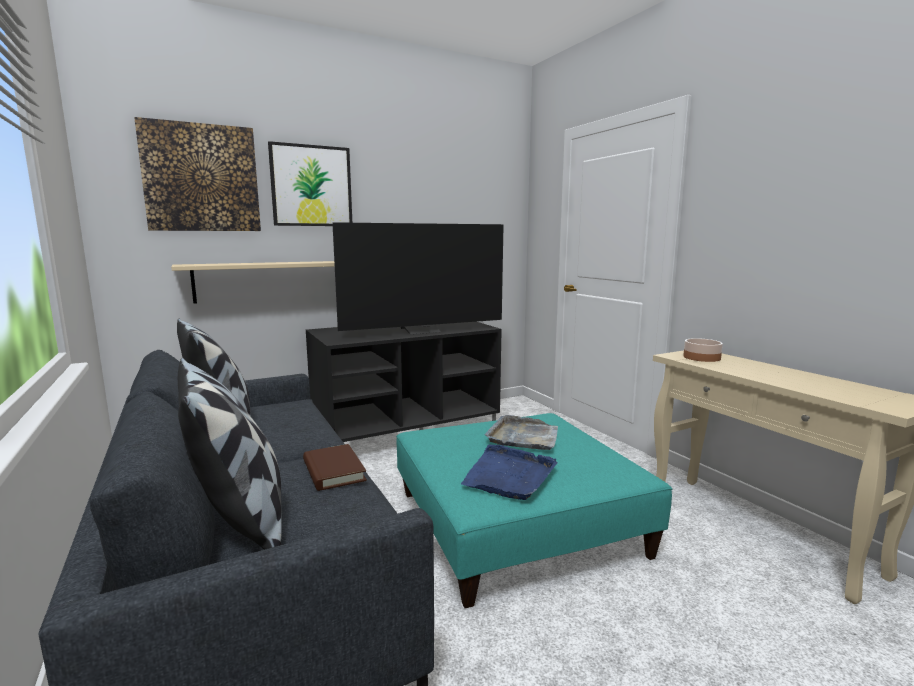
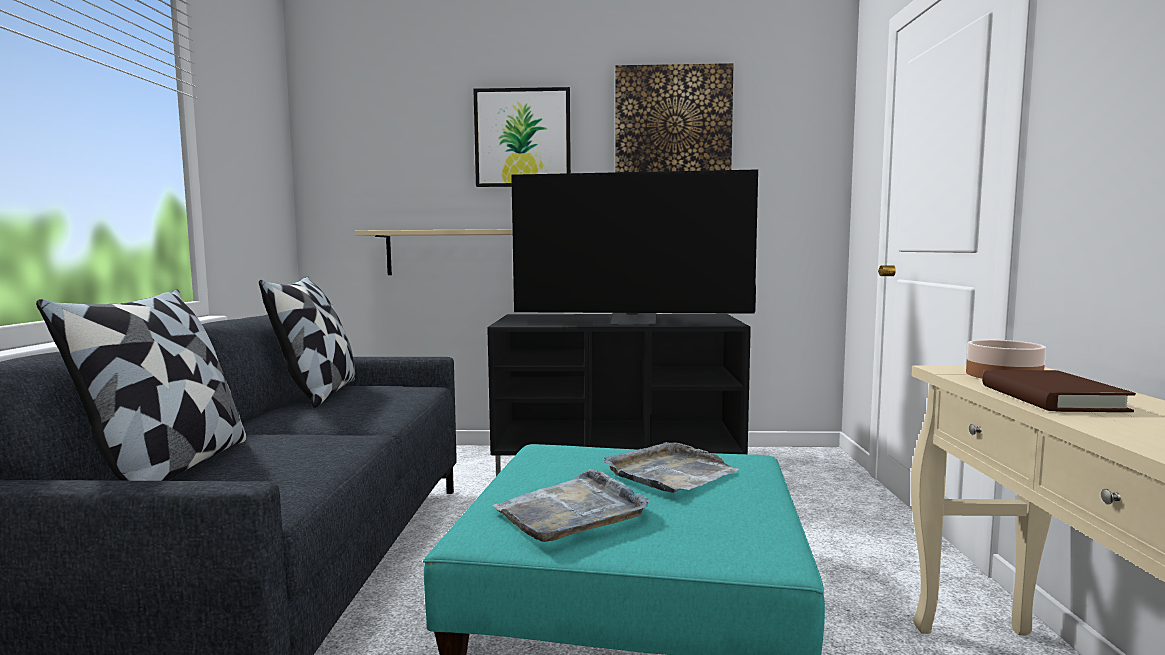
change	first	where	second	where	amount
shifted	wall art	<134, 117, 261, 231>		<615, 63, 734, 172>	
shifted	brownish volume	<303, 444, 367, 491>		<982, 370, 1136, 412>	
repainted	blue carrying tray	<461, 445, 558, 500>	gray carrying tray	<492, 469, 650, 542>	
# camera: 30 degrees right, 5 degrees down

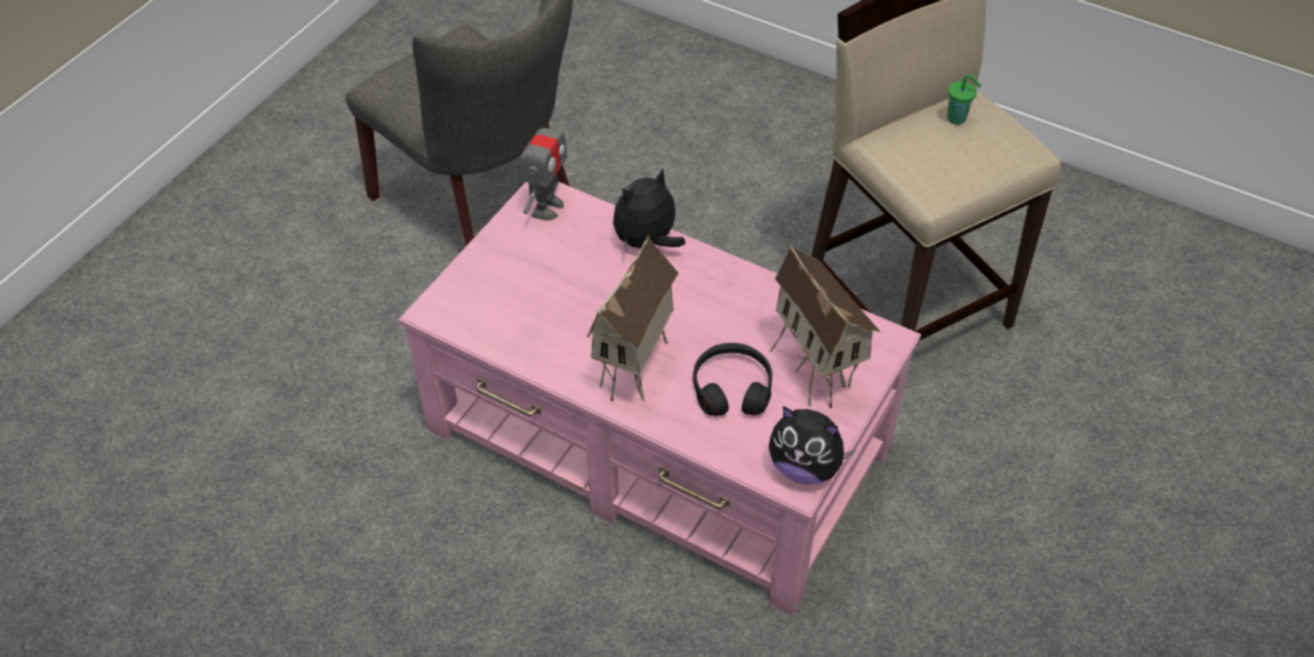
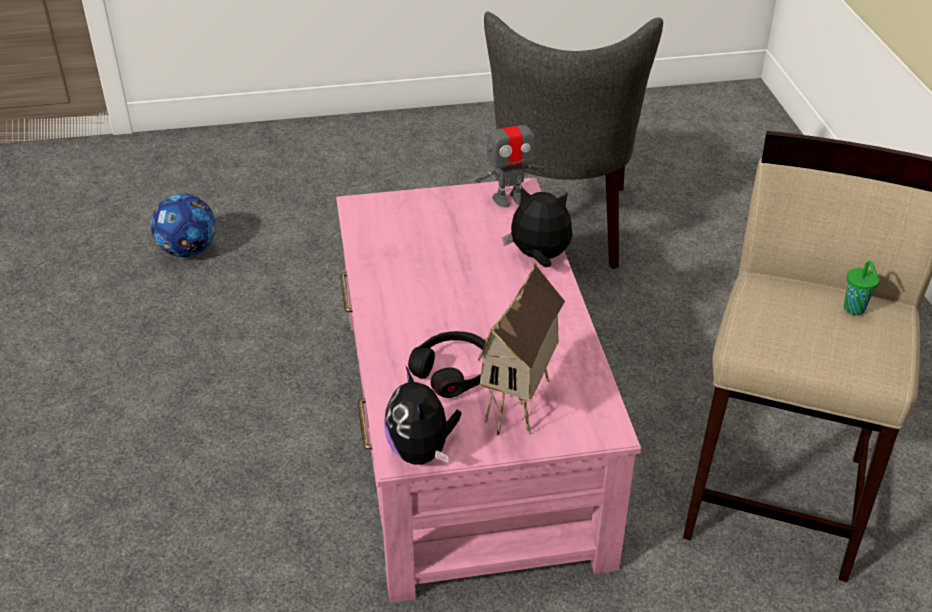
change	first	where	second	where	amount
gone	miniature house	<587, 235, 679, 402>			
new			ball for football	<151, 194, 216, 257>	
# camera: 50 degrees right, 10 degrees down

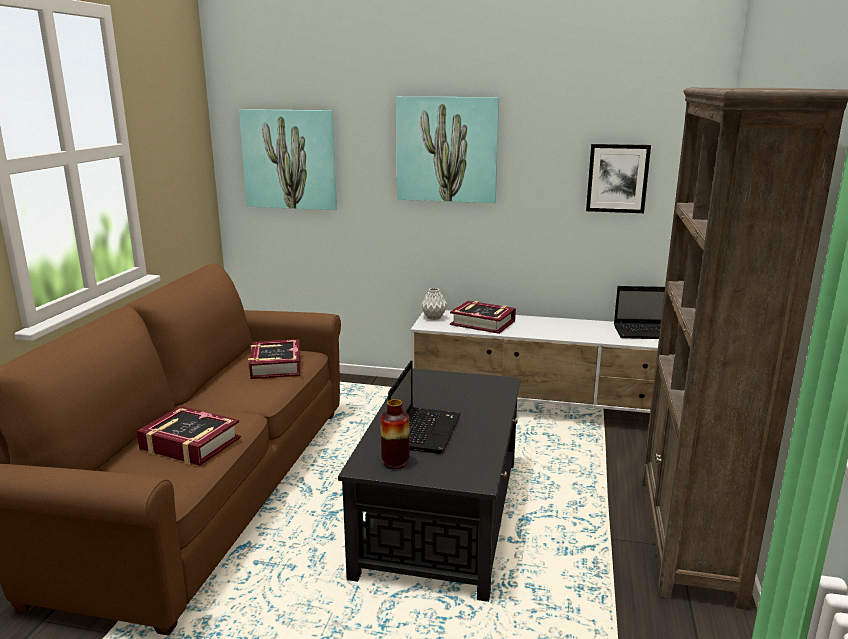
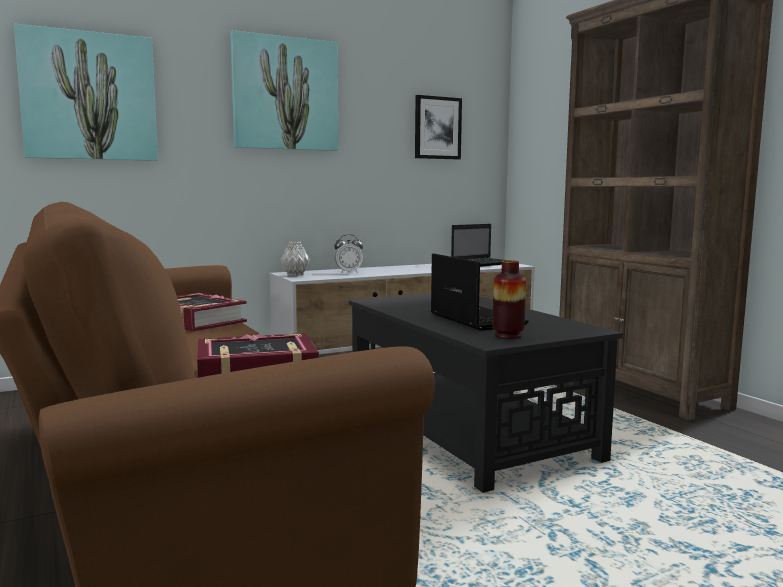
change	first	where	second	where	amount
swapped	volume	<450, 301, 516, 334>	alarm clock	<334, 234, 363, 273>	
# camera: 40 degrees left, 10 degrees down

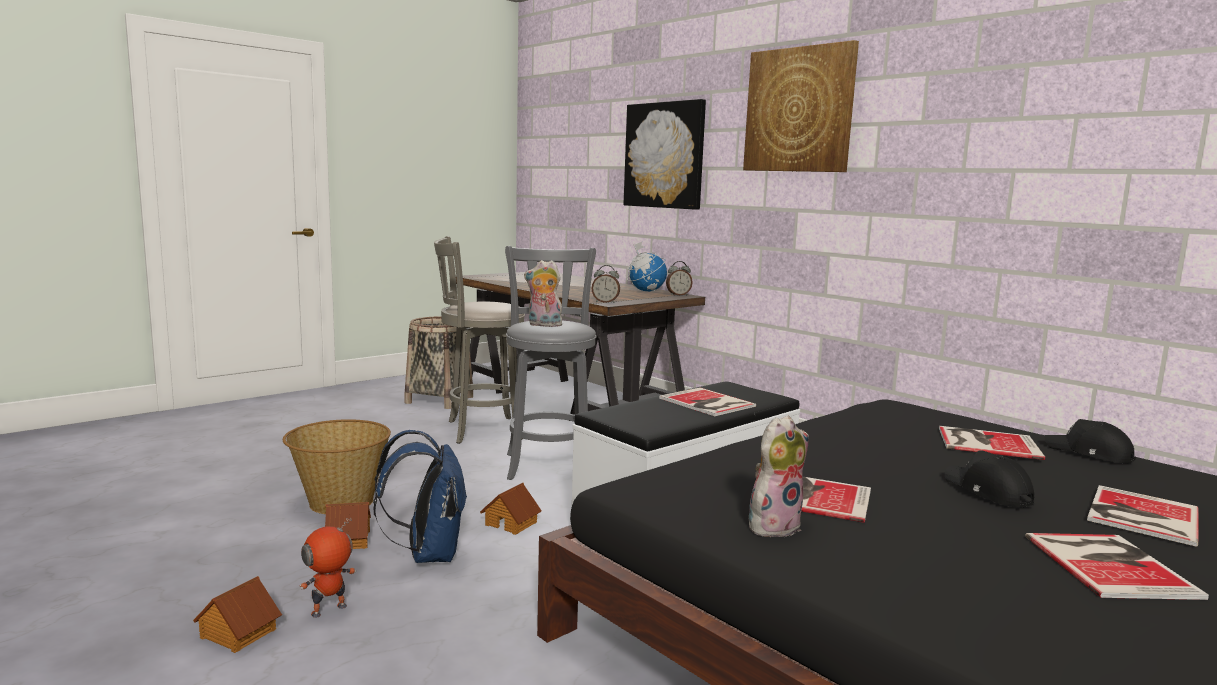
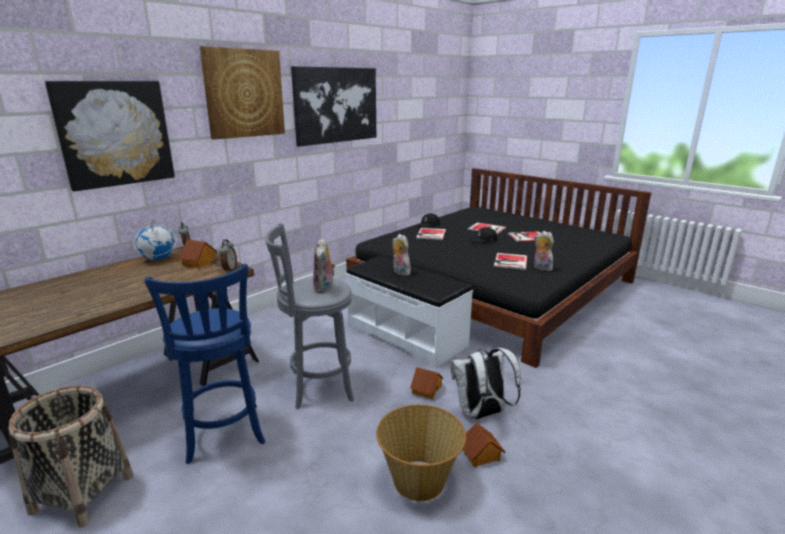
change	first	where	second	where	amount
gone	robot figure	<300, 518, 356, 618>			
new			wall art	<291, 66, 376, 147>	
shifted	miniature house	<193, 576, 282, 653>		<179, 239, 218, 268>	
swapped	volume	<659, 388, 756, 416>	plush toy	<392, 234, 411, 276>	
repainted	blue backpack	<373, 430, 467, 563>	whitish backpack	<451, 348, 521, 420>	
repainted	gray stool	<434, 236, 525, 444>	blue stool	<145, 264, 265, 464>	
# camera: 95 degrees left, 10 degrees up

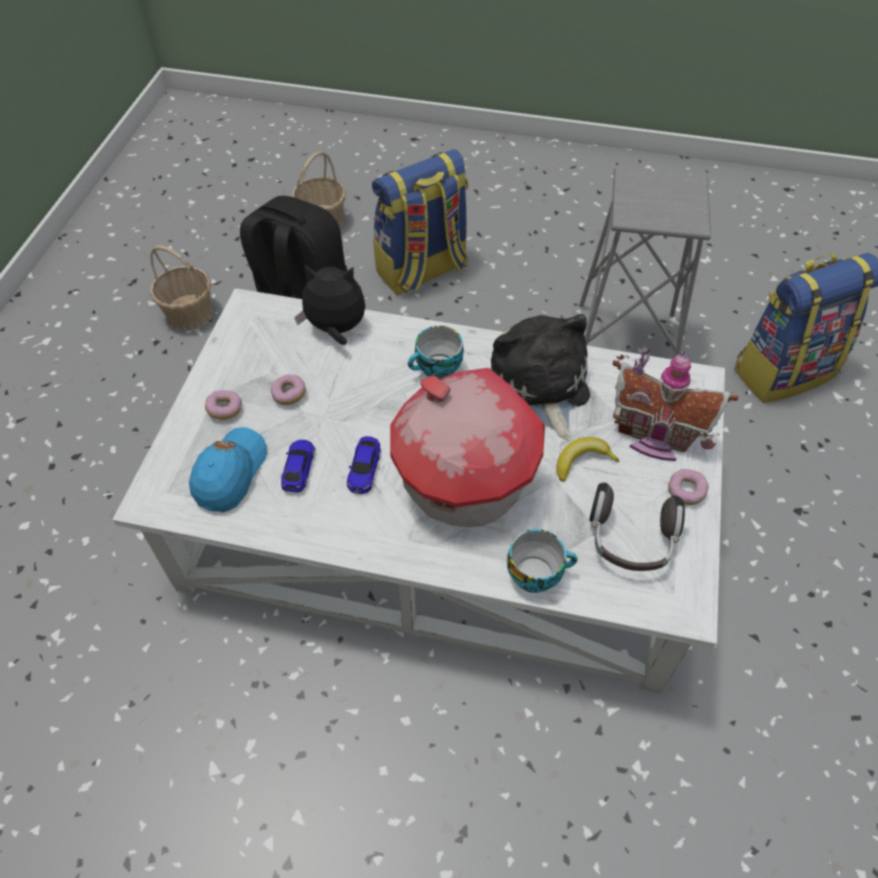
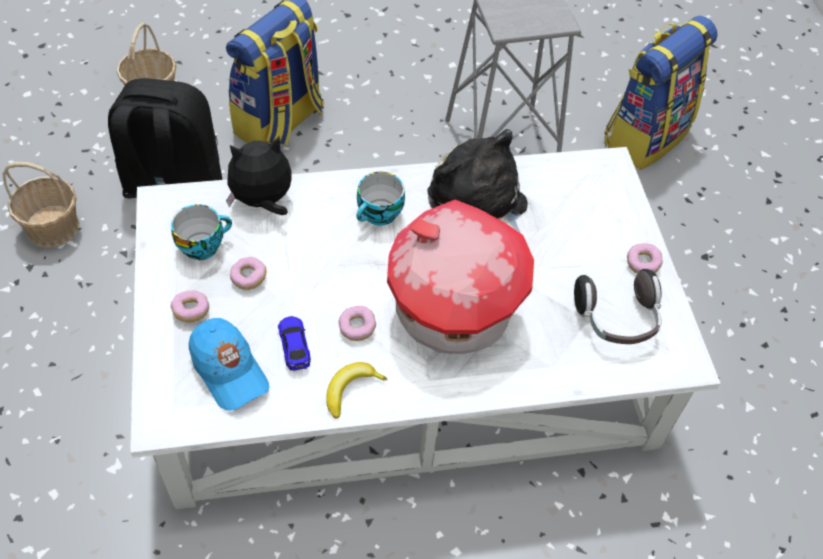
change	first	where	second	where	amount
gone	miniature house	<613, 346, 739, 461>			
shifted	drinking cup	<507, 529, 578, 593>		<171, 204, 232, 260>	
shifted	whole banana	<556, 437, 619, 481>		<326, 362, 387, 419>	
swapped	toy car	<347, 436, 381, 494>	ring doughnut	<339, 306, 376, 341>	
rotated	blue cap	<189, 427, 267, 513>		<189, 318, 269, 411>	150 degrees clockwise
# camera: 25 degrees left, 0 degrees up

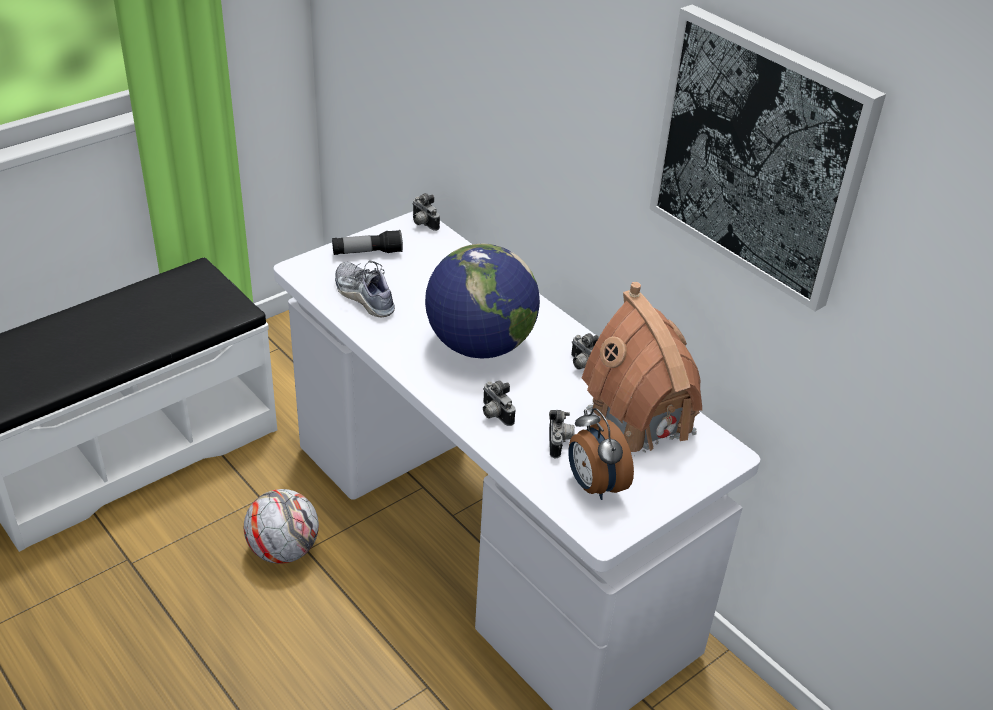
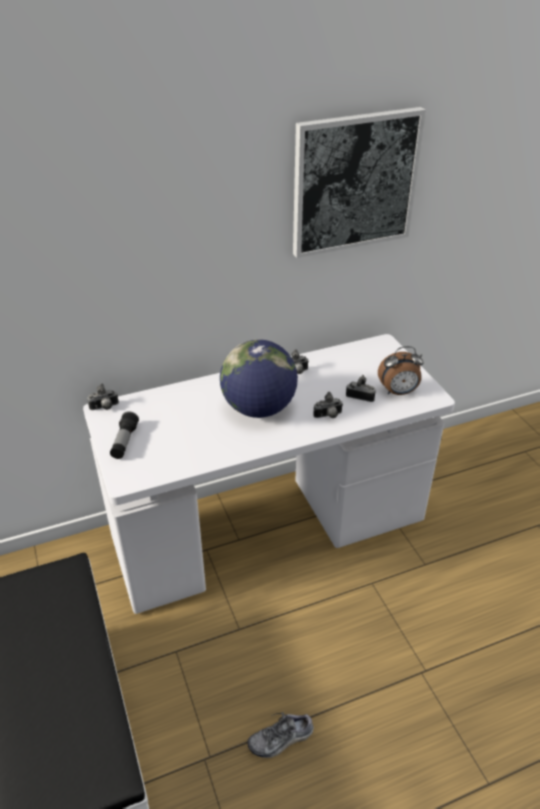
change	first	where	second	where	amount
gone	ball for football	<244, 489, 319, 564>			
gone	miniature house	<582, 282, 702, 456>			
shifted	item of footwear	<335, 261, 395, 317>		<247, 712, 314, 758>	
# camera: 70 degrees left, 0 degrees up

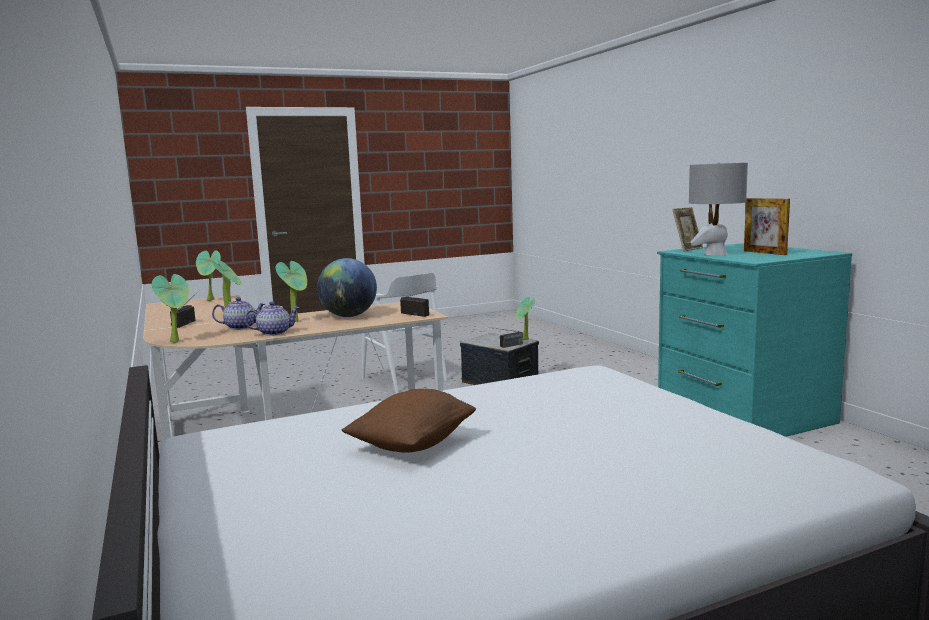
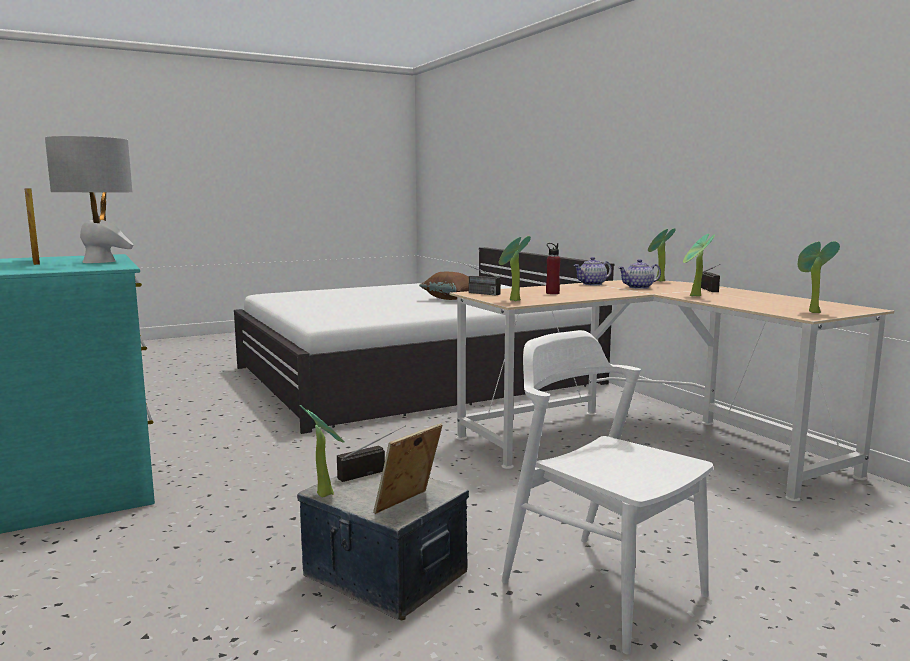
change	first	where	second	where	amount
shifted	plant in a pot	<276, 261, 307, 322>		<499, 236, 531, 301>	
shifted	photo frame	<672, 207, 703, 252>		<373, 423, 443, 514>	
swapped	world globe	<317, 258, 377, 317>	red bottle	<546, 243, 561, 294>	
# camera: 175 degrees right, 0 degrees up

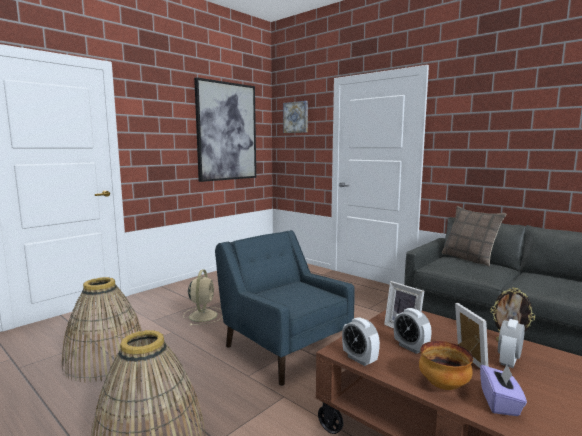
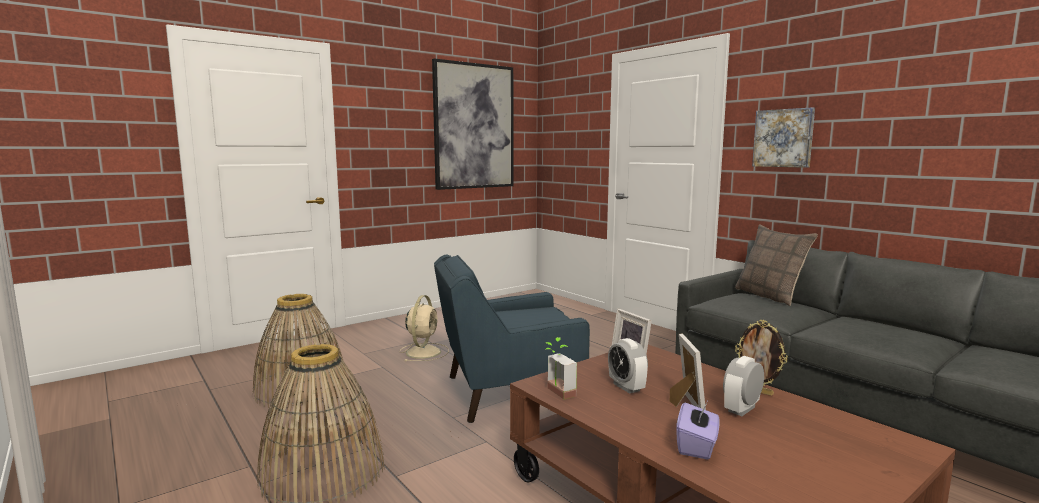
change	first	where	second	where	amount
gone	bowl	<419, 341, 473, 390>			
shifted	wall art	<283, 101, 308, 133>		<752, 107, 815, 168>	
swapped	alarm clock	<342, 317, 380, 366>	plant in a pot	<545, 337, 577, 400>	
rotated	blue easy chair	<215, 230, 355, 386>		<434, 255, 590, 423>	75 degrees counterclockwise
# camera: 10 degrees right, 0 degrees up

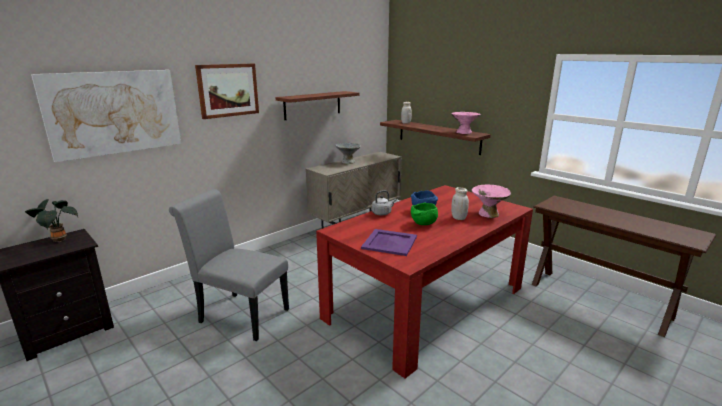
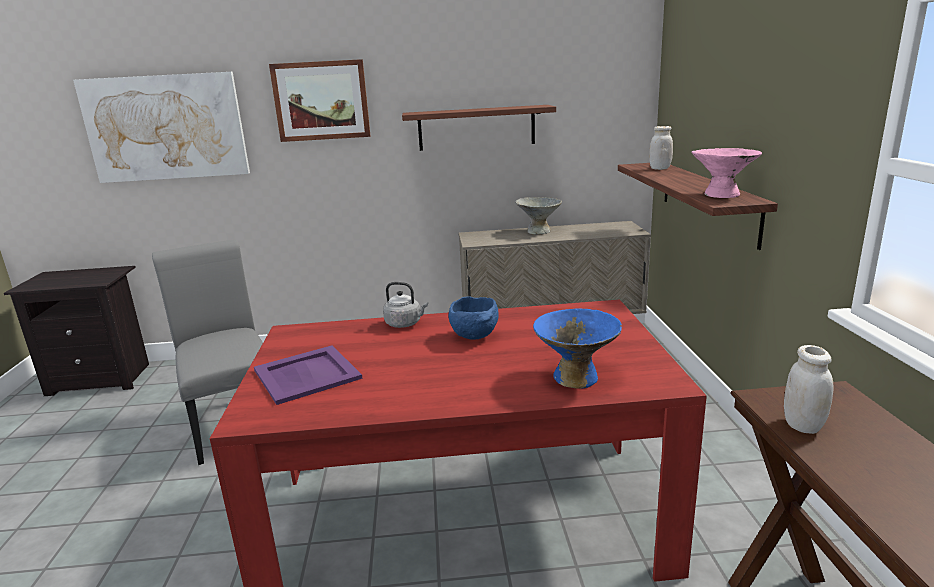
change	first	where	second	where	amount
gone	plant in a pot	<25, 199, 78, 242>			
gone	green bowl	<411, 203, 438, 225>			
shifted	whitish jar	<451, 187, 469, 220>		<784, 345, 833, 434>	
repainted	pink bowl	<472, 184, 511, 218>	blue bowl	<533, 308, 622, 389>	
# camera: 40 degrees right, 0 degrees up

